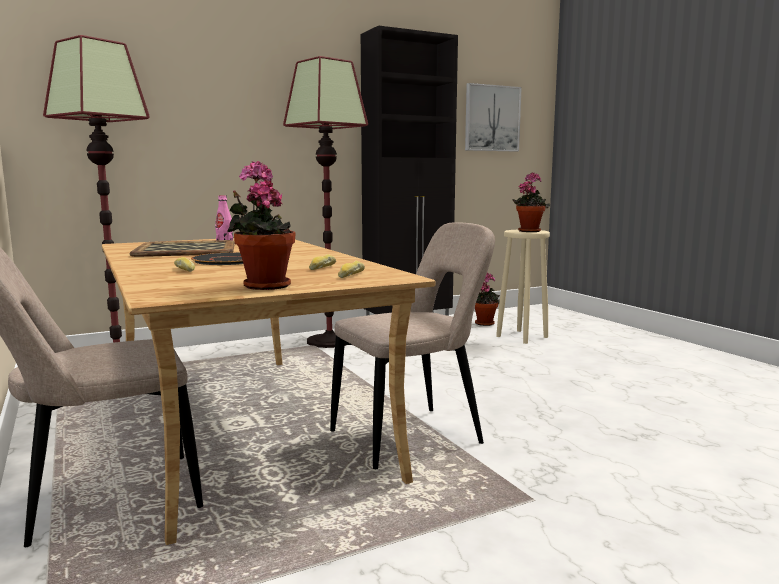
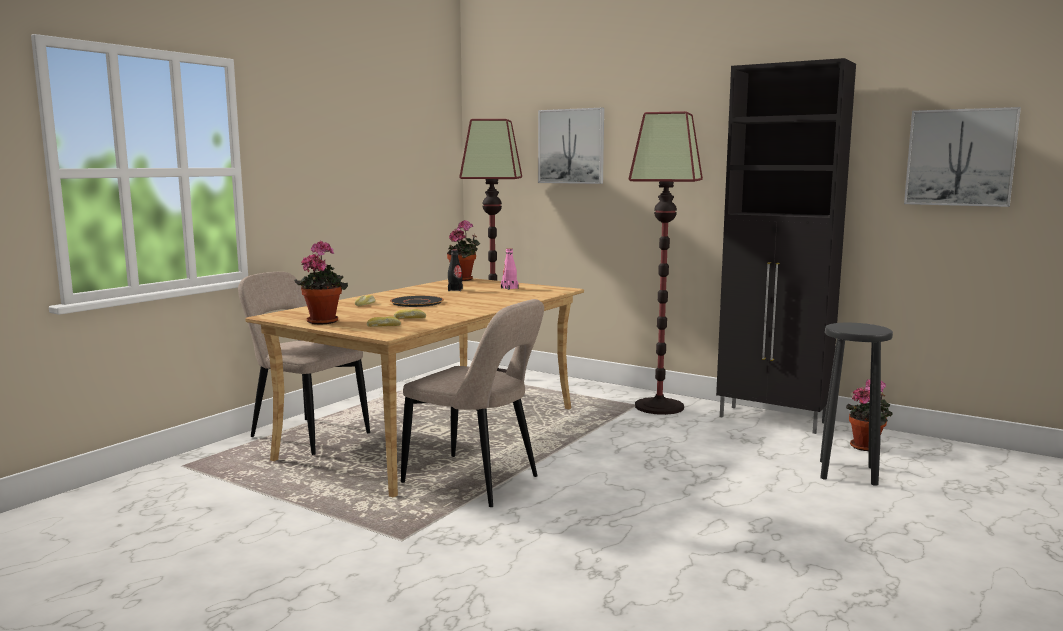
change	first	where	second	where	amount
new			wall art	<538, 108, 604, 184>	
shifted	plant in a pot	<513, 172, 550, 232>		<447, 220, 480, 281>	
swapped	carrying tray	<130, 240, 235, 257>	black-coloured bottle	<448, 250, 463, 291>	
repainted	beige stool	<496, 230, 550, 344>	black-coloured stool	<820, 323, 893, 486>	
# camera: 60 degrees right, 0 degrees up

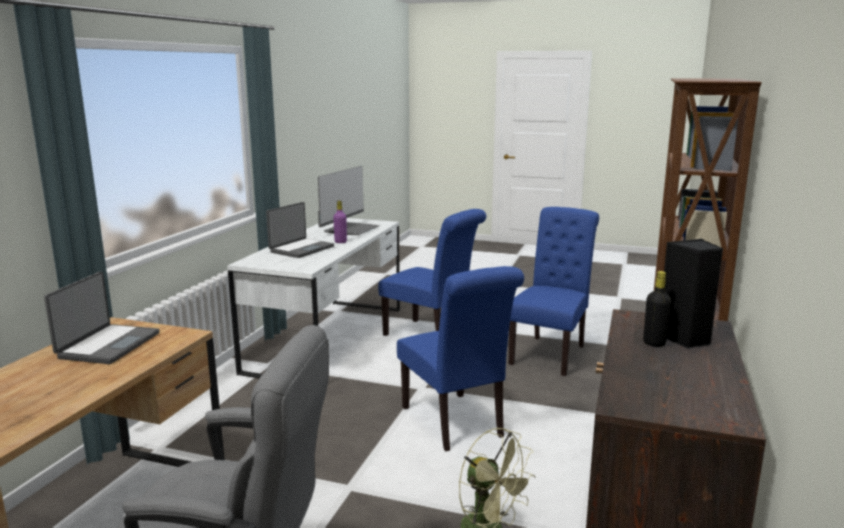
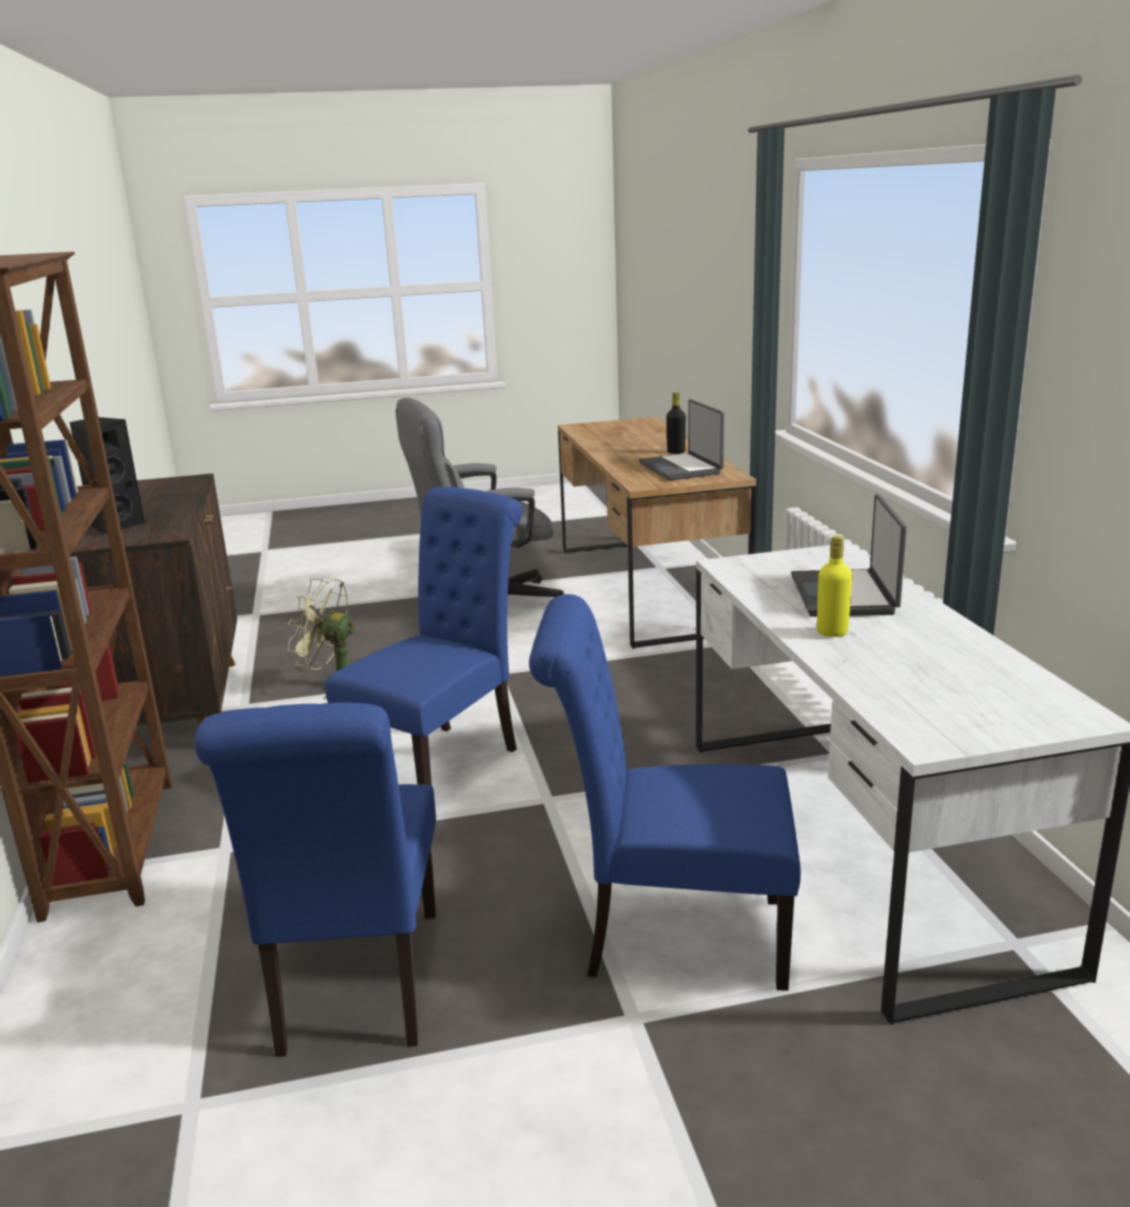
change	first	where	second	where	amount
gone	monitor	<318, 166, 380, 235>			
shifted	black-coloured bottle	<643, 271, 671, 347>		<666, 392, 686, 454>	
repainted	purplish bottle	<333, 201, 347, 243>	yellowish bottle	<817, 536, 853, 637>	
rotated	blue plain chair	<397, 266, 524, 451>		<325, 487, 523, 786>	90 degrees clockwise
# camera: 150 degrees right, 5 degrees up

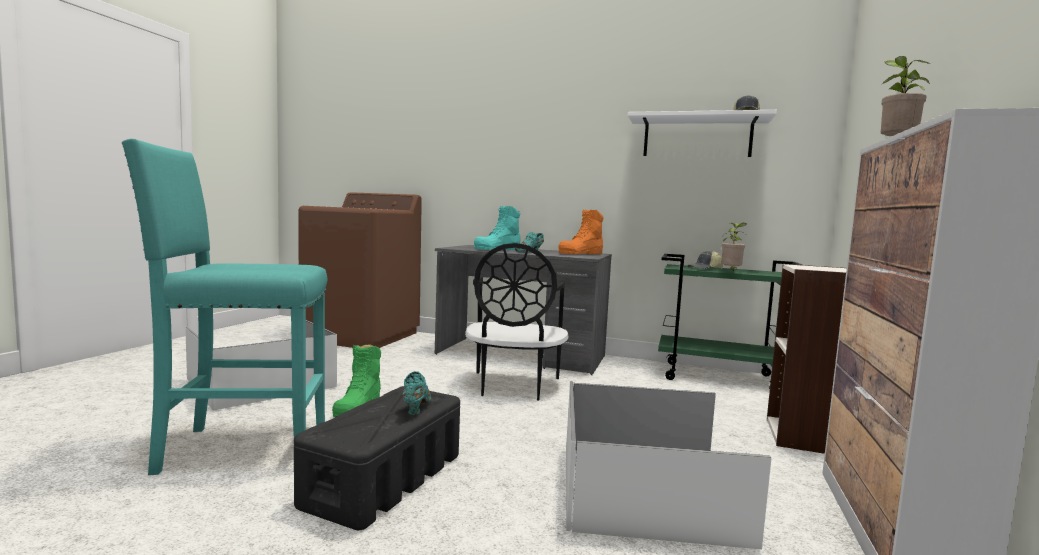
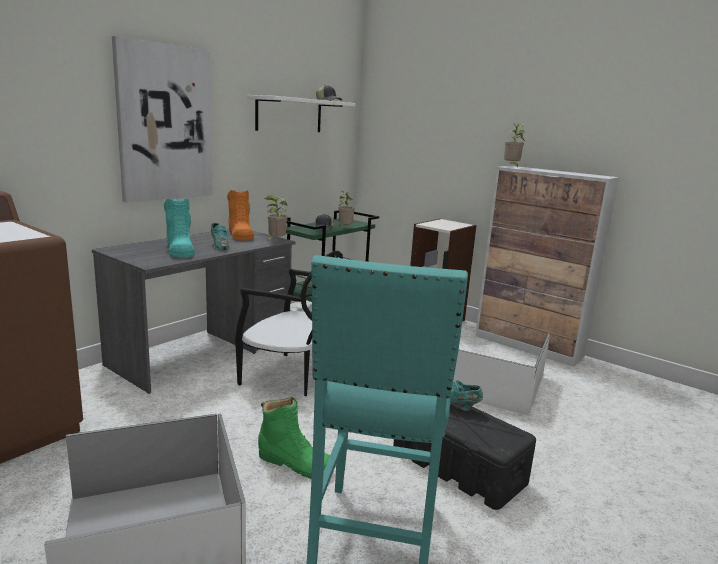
change	first	where	second	where	amount
new			wall art	<112, 36, 213, 203>	
new			plant in a pot	<264, 196, 287, 243>	
# camera: 70 degrees left, 10 degrees up

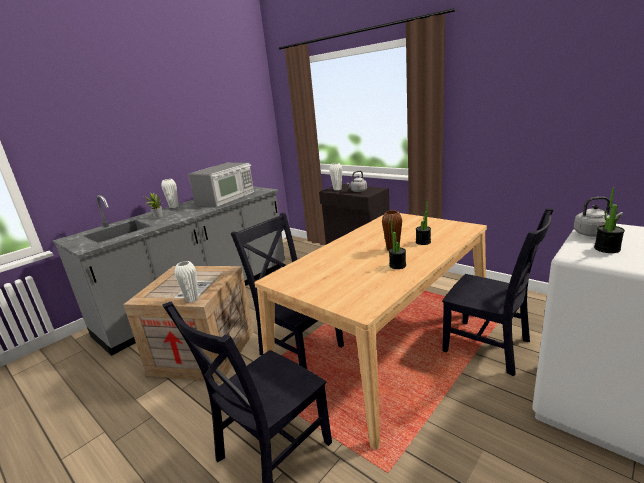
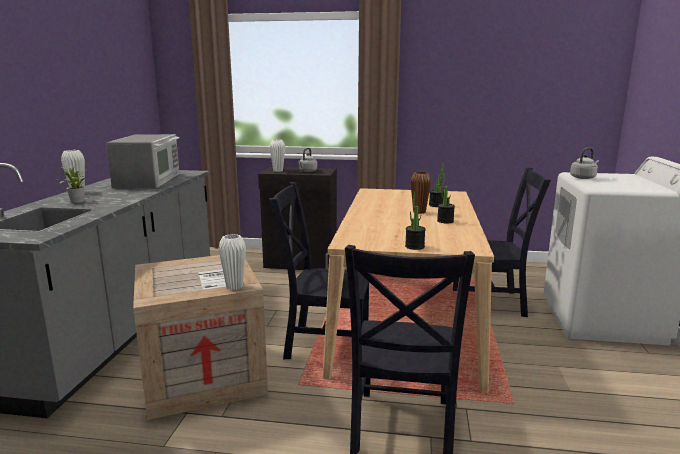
change	first	where	second	where	amount
shifted	plant in a pot	<594, 187, 625, 253>		<405, 191, 426, 250>	
# camera: 35 degrees left, 5 degrees down

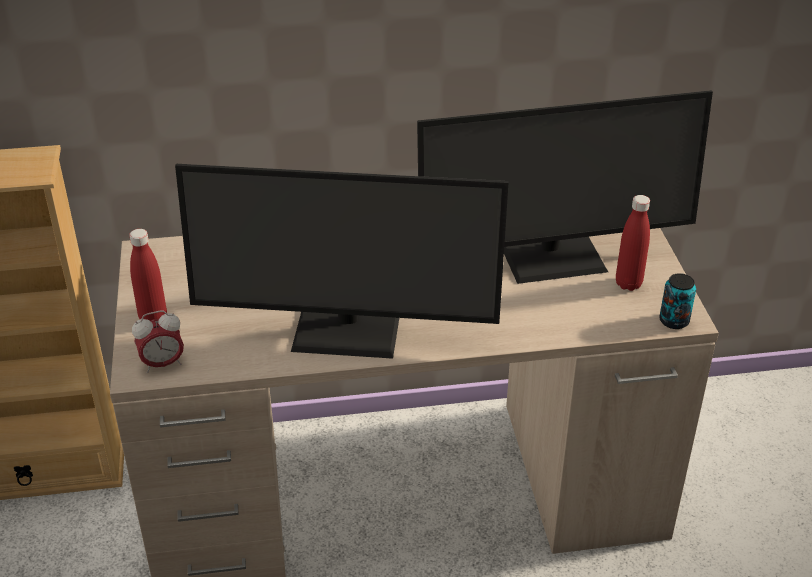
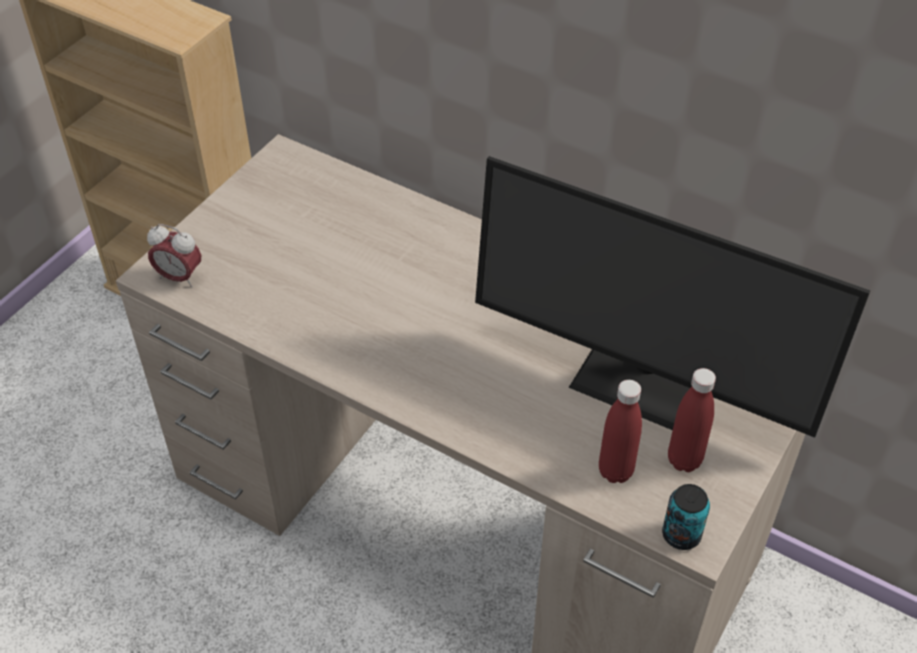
change	first	where	second	where	amount
gone	monitor	<175, 164, 509, 359>			
shifted	red bottle	<129, 229, 167, 321>		<599, 380, 642, 483>	
# camera: 40 degrees right, 10 degrees up

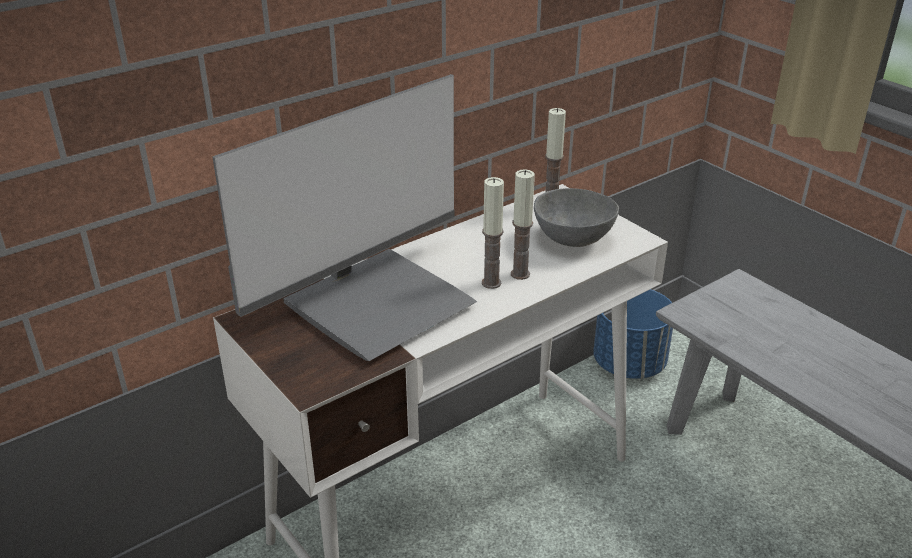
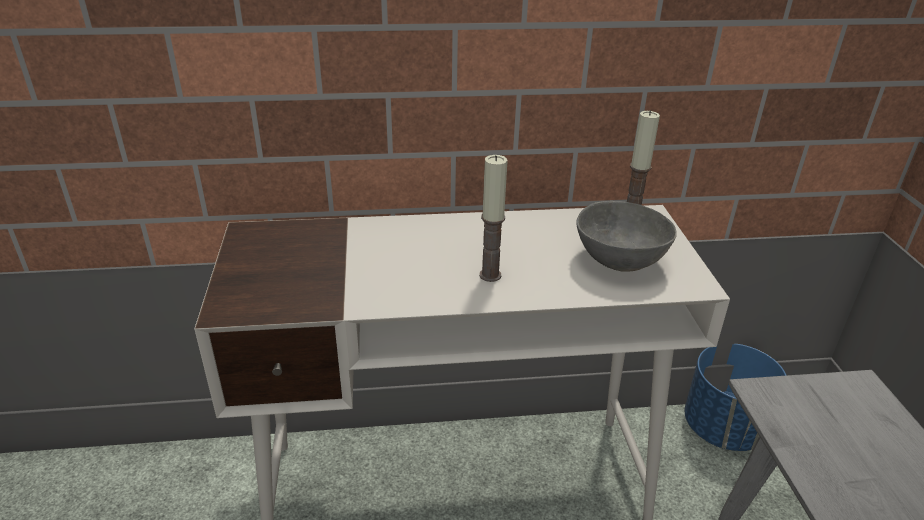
change	first	where	second	where	amount
gone	monitor	<212, 74, 477, 361>			
gone	candle	<511, 169, 535, 280>			
# camera: 30 degrees right, 0 degrees up

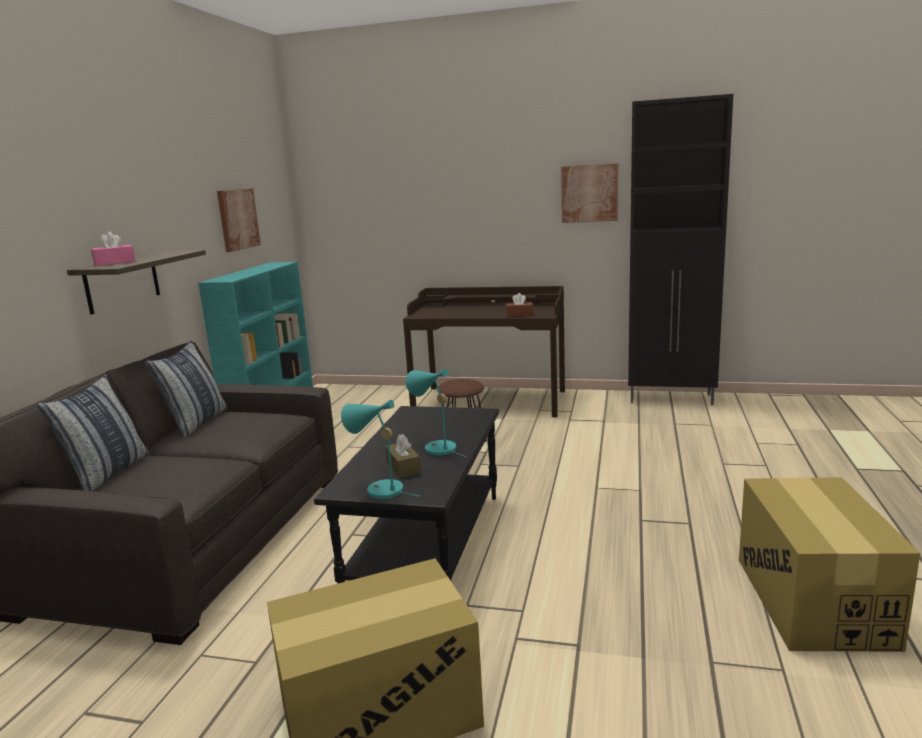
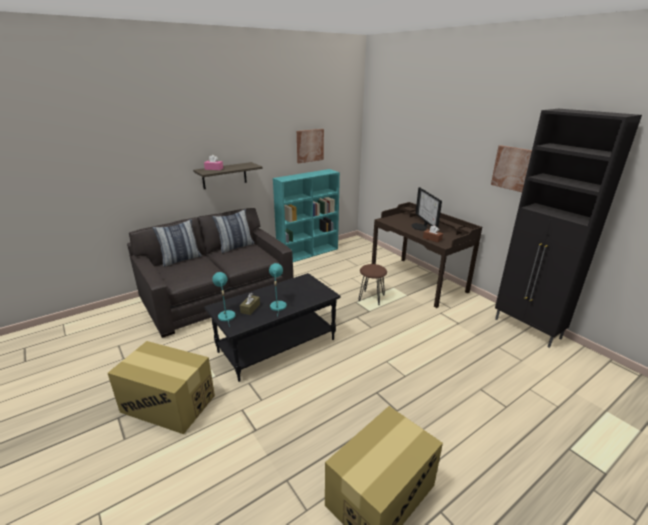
change	first	where	second	where	amount
new			monitor	<411, 187, 442, 231>	
# camera: 40 degrees right, 10 degrees up

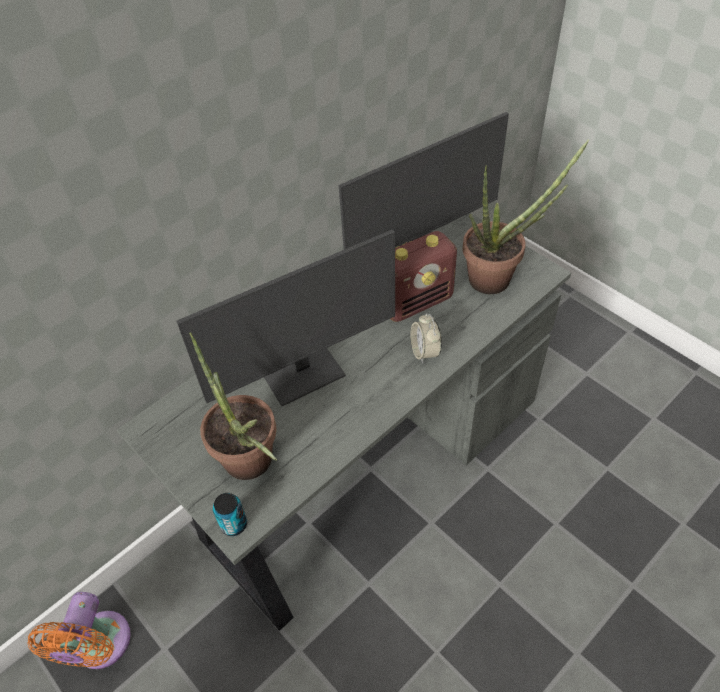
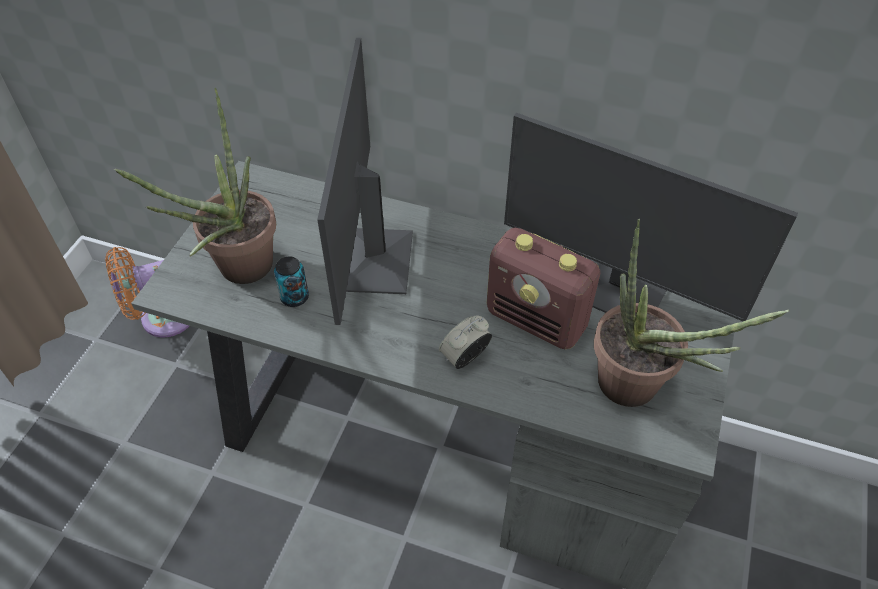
change	first	where	second	where	amount
shifted	sealed can	<213, 493, 247, 536>		<274, 256, 309, 307>	
rotated	monitor	<176, 229, 395, 406>		<317, 38, 413, 325>	60 degrees clockwise
# camera: 60 degrees right, 0 degrees up

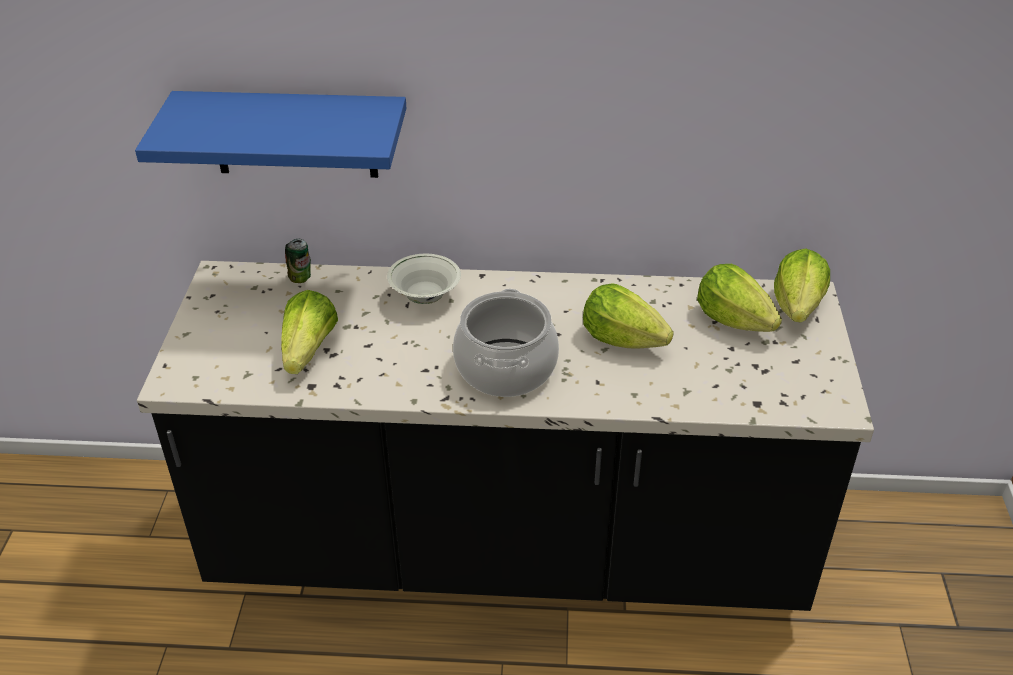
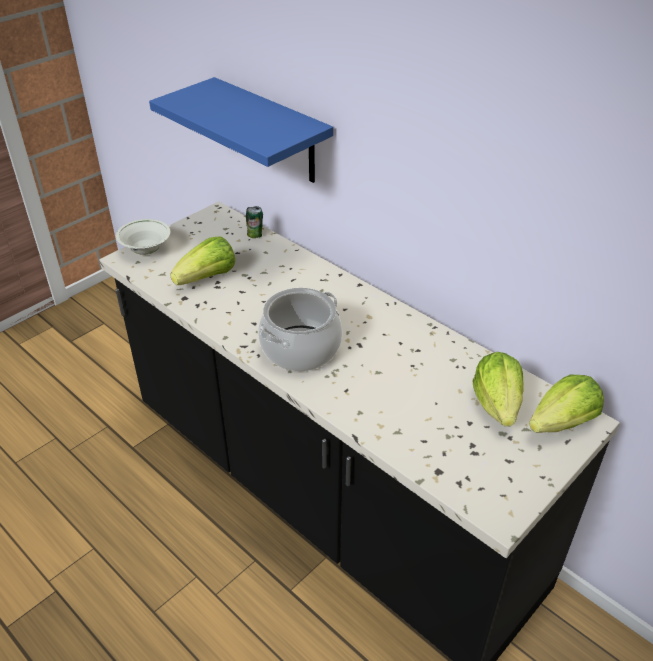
change	first	where	second	where	amount
gone	lettuce	<583, 283, 674, 349>			
shifted	whitish bowl	<387, 254, 461, 304>		<116, 219, 170, 255>	
# camera: 40 degrees right, 0 degrees up

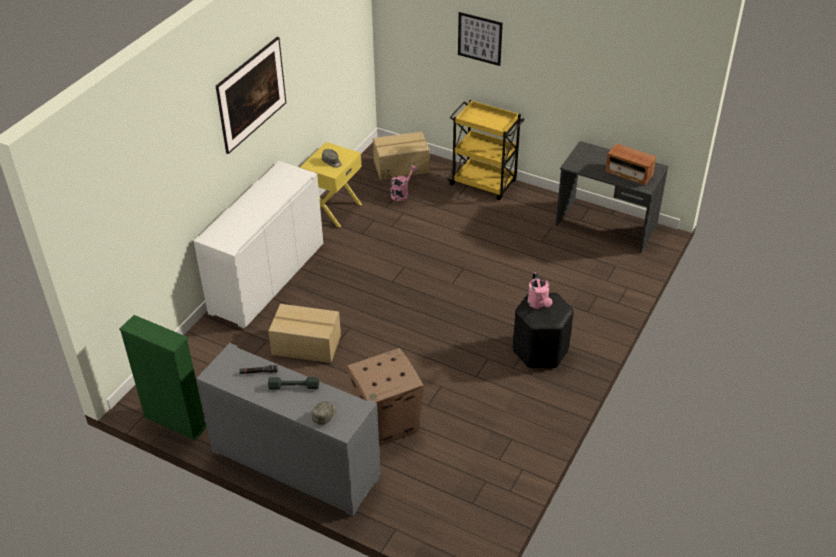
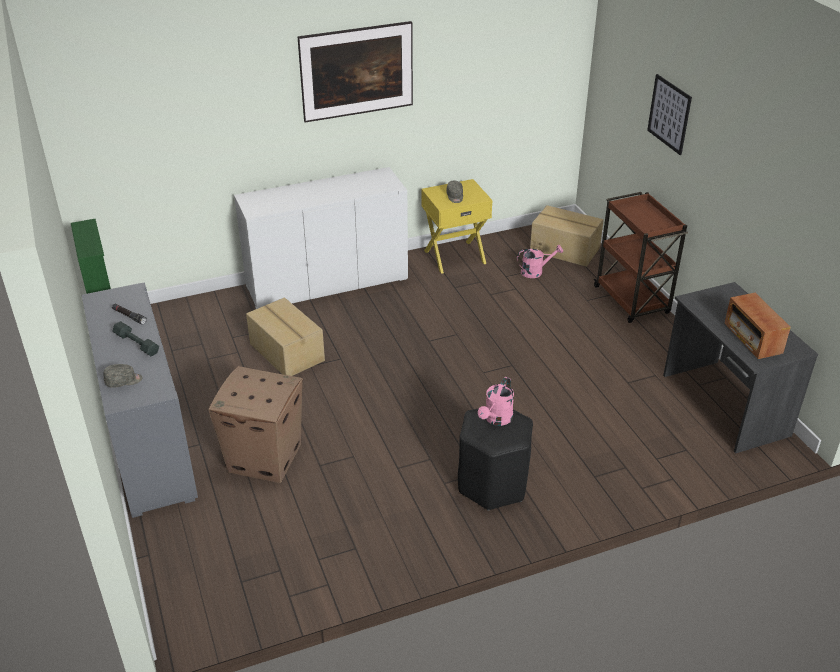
change	first	where	second	where	amount
repainted	yellowish cart	<448, 100, 525, 200>	brownish cart	<594, 192, 688, 323>	
# camera: 40 degrees right, 5 degrees down

